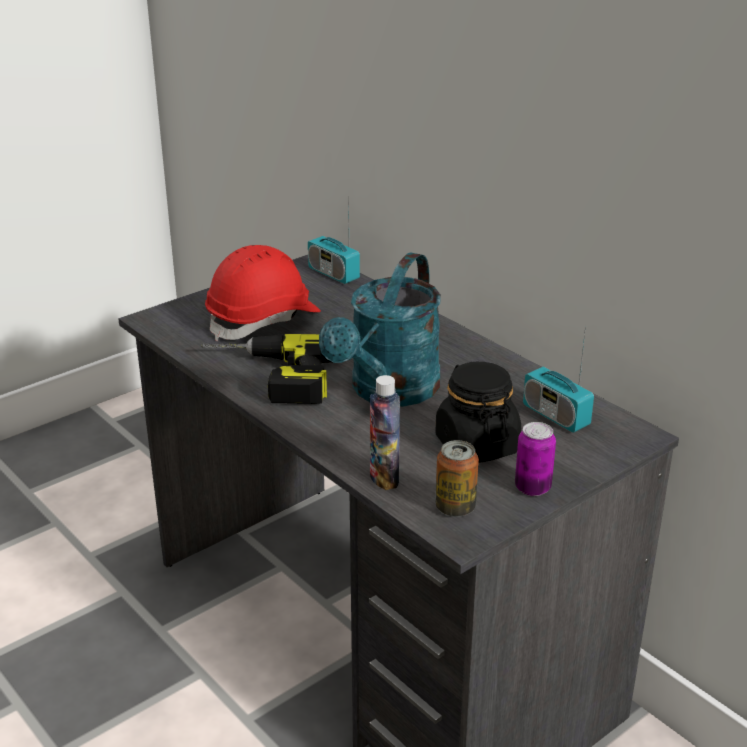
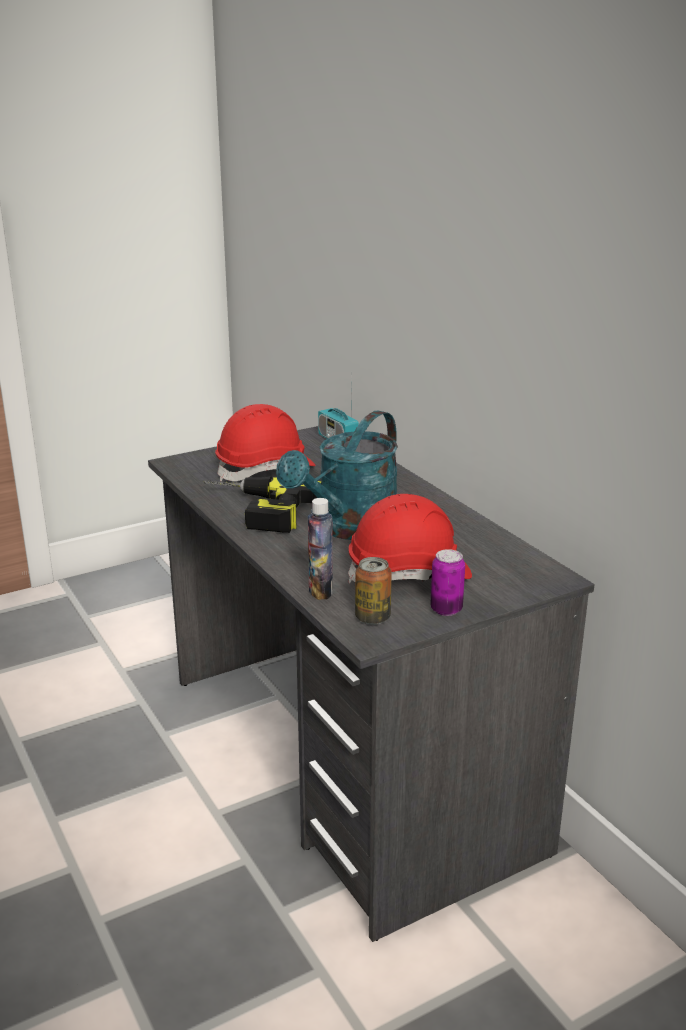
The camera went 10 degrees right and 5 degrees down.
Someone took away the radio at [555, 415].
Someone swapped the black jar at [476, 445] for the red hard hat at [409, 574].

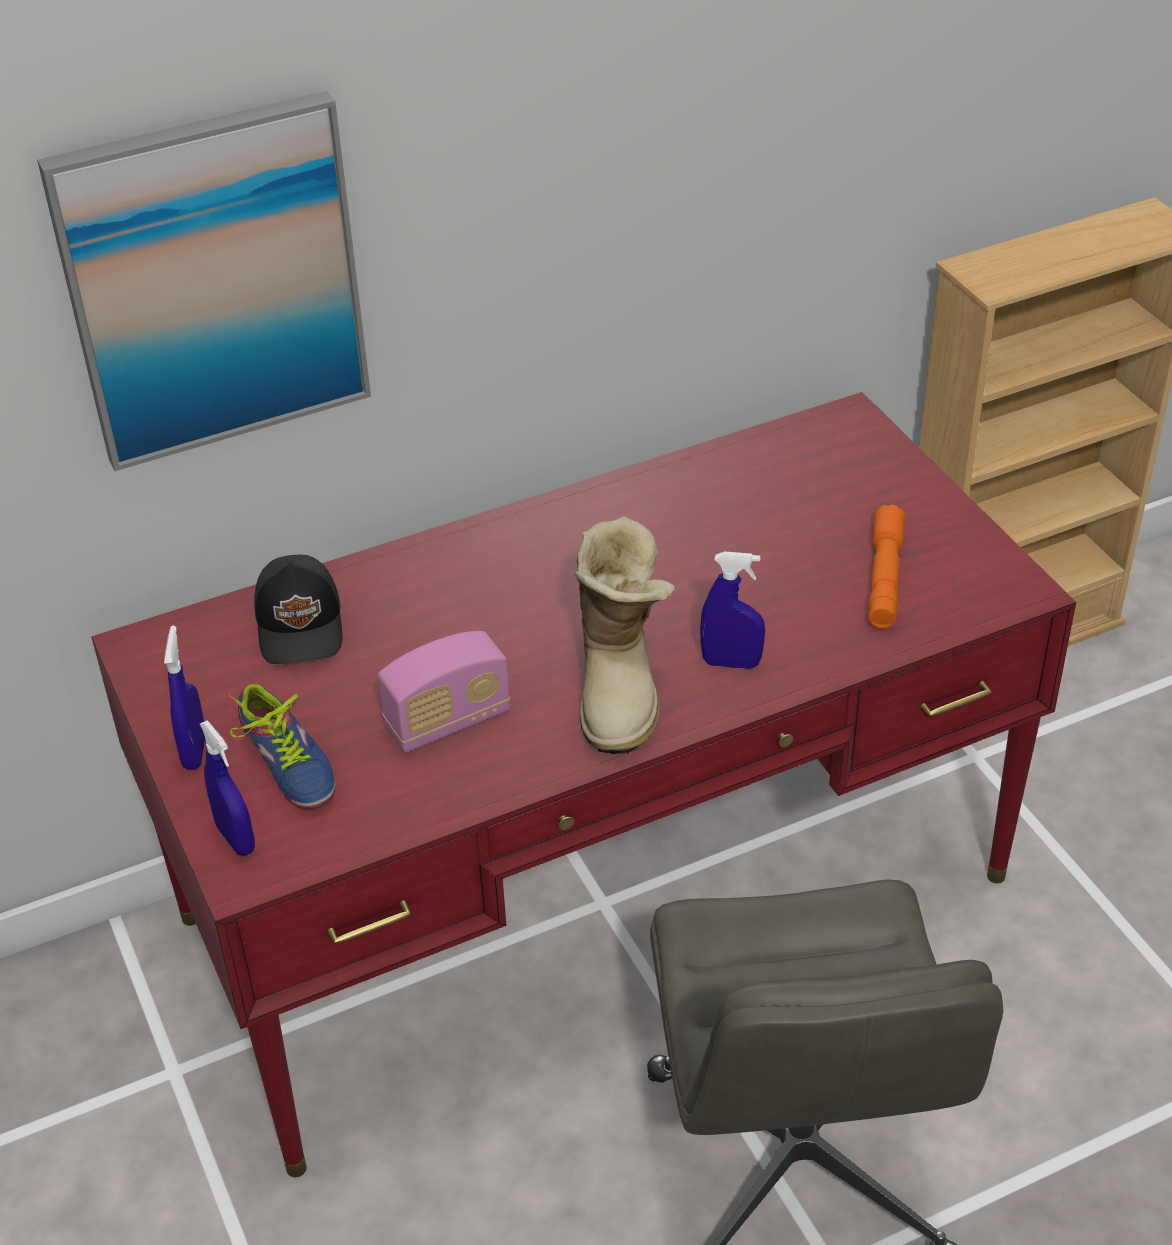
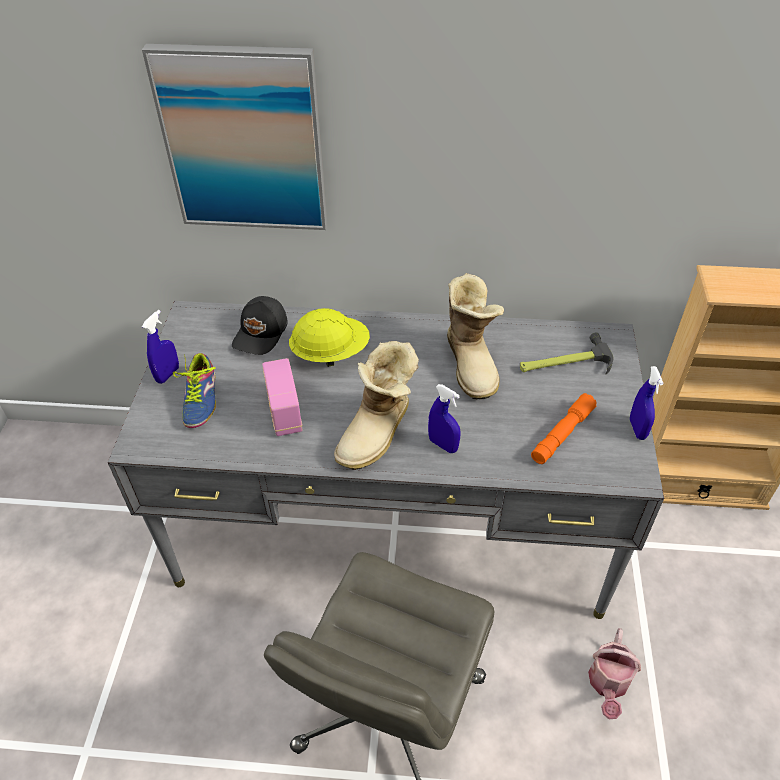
The camera went 30 degrees right and 5 degrees up.
Someone put down the yellow hard hat at [330, 353].
Someone put down the boot at [472, 363].
Someone put down the hammer at [564, 363].
Someone put down the watering can at [608, 684].
Someone carried the blue spray bottle from [236, 838] to [637, 429].
Someone repainted the red desk at [594, 897], which became the grey desk at [392, 522].
Someone rotated the radio at [448, 721] by 75 degrees clockwise.

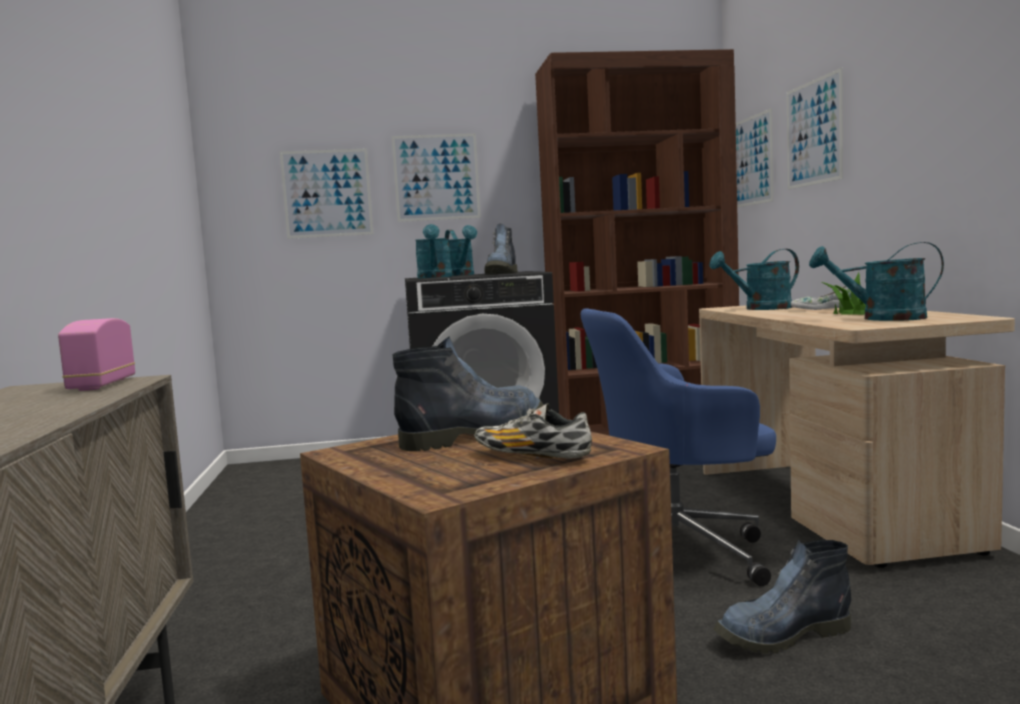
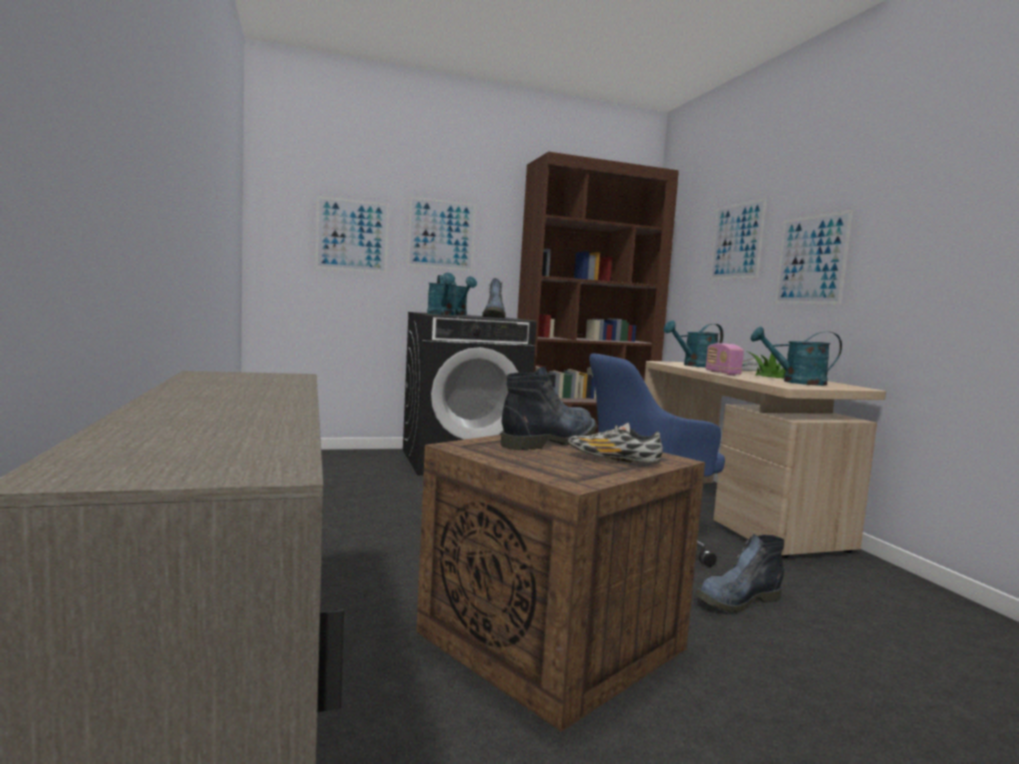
The camera went 10 degrees left and 0 degrees up.
Someone carried the radio from [102, 384] to [722, 373].
Someone carried the picture from [752, 161] to [811, 260].

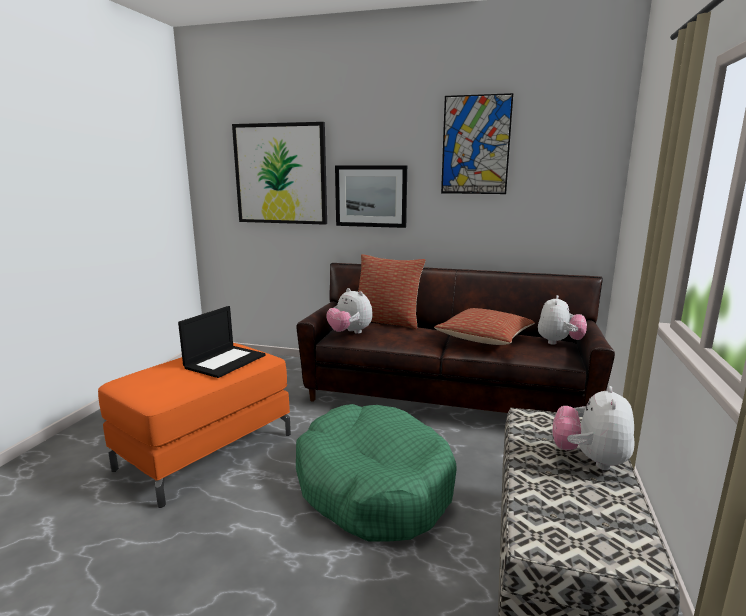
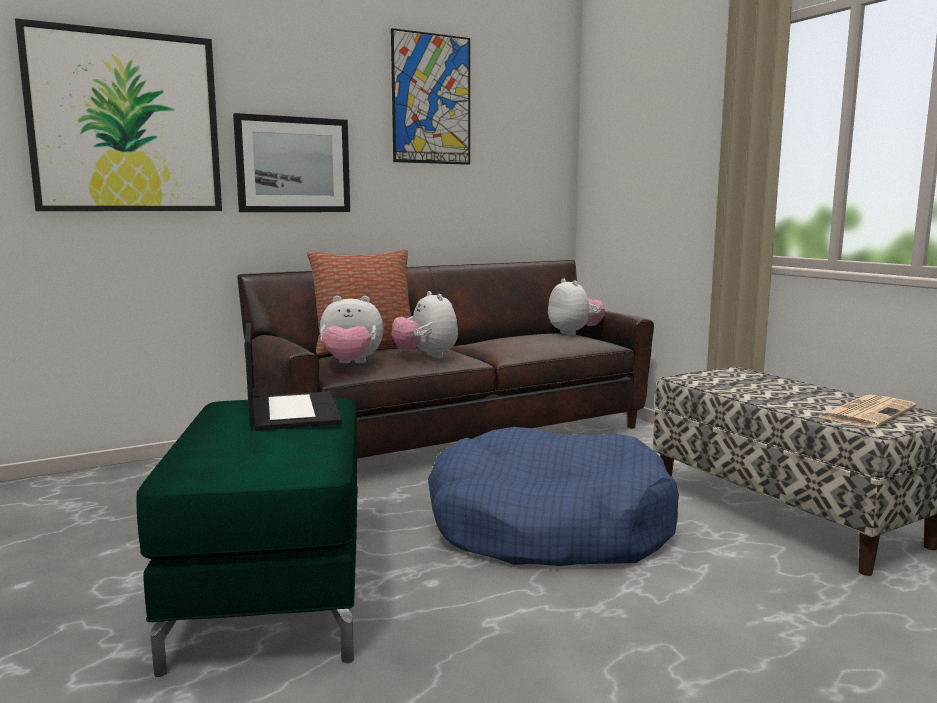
The camera went 45 degrees left and 5 degrees down.
Someone took away the pillow at [484, 338].
Someone put down the newspaper at [867, 412].
Someone carried the plush toy from [590, 460] to [426, 356].
Someone repainted the orange ottoman at [207, 450], which became the green ottoman at [273, 586].
Someone repainted the green dog bed at [373, 486], which became the blue dog bed at [549, 526].

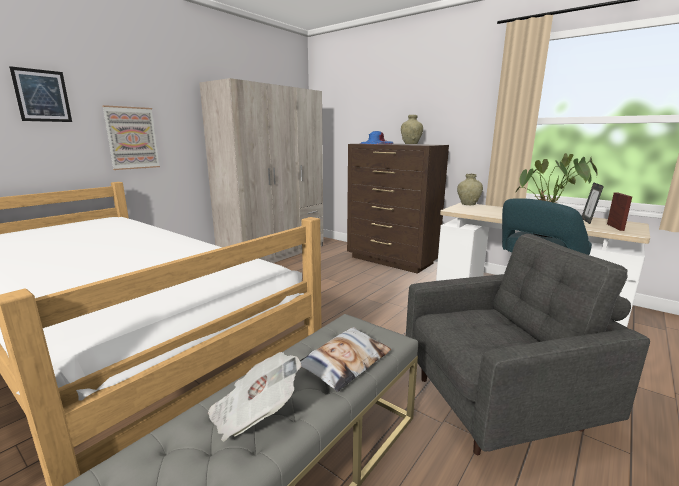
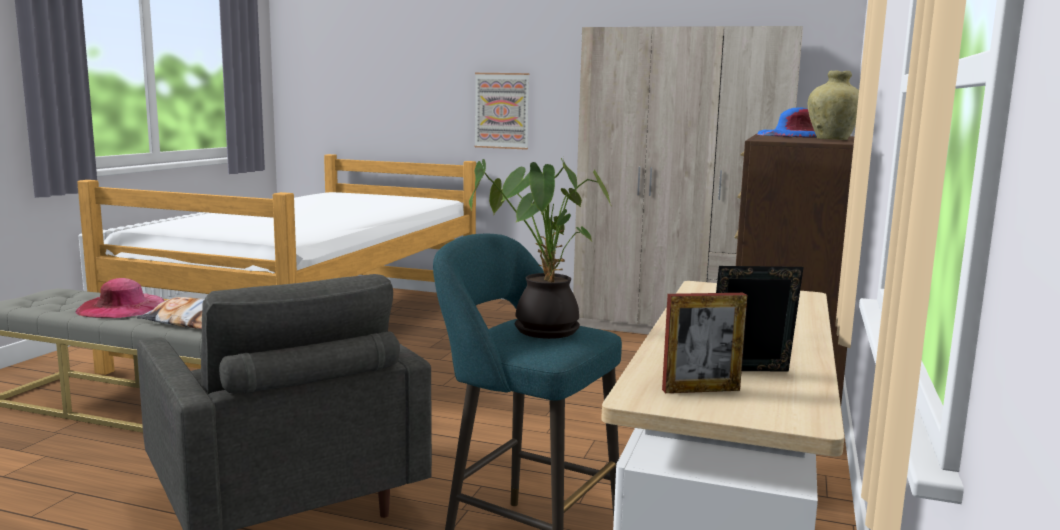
The camera went 70 degrees right and 5 degrees down.
Someone took away the picture at [42, 96].
Someone took away the beige vase at [468, 204].
Someone swapped the newspaper at [254, 413] for the pink hat at [122, 307].

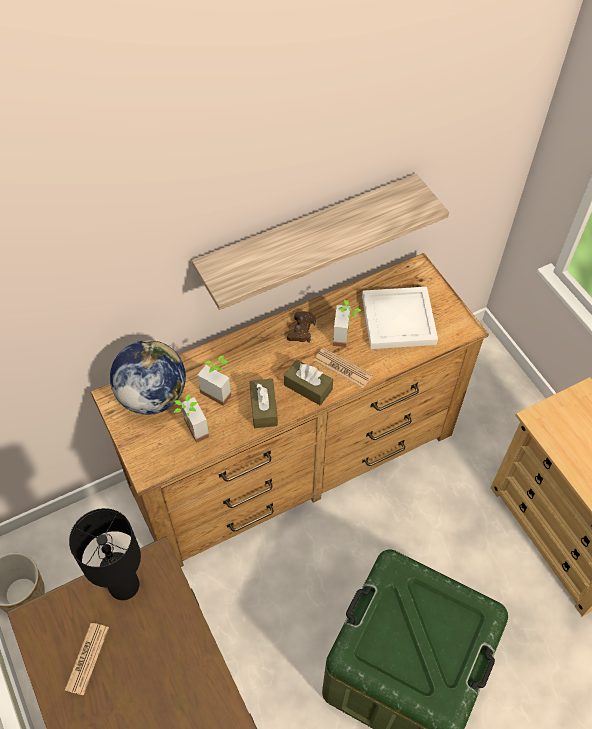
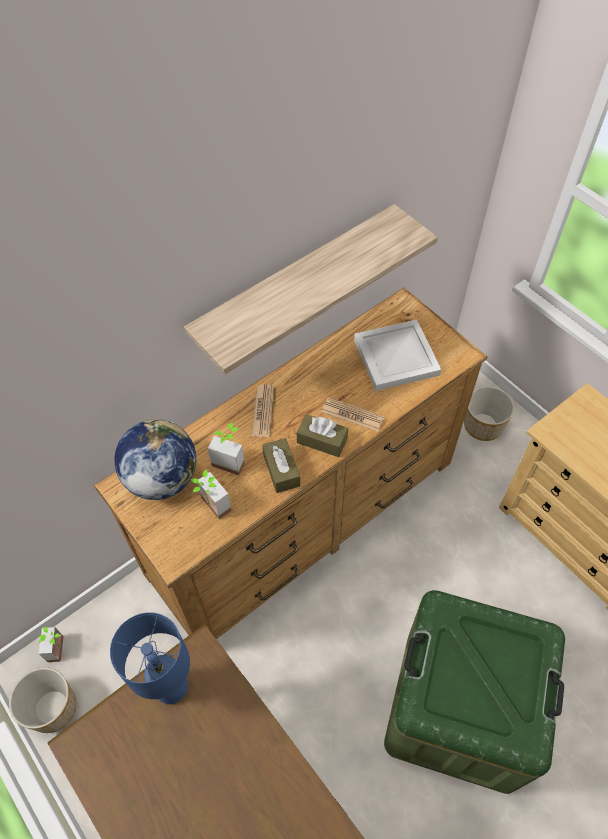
The camera went 10 degrees left and 0 degrees up.
Someone took away the brown game controller at [301, 330].
Someone put down the planter at [483, 425].
Someone carried the newspaper from [87, 658] to [263, 411].
Someone carried the potted plant from [346, 336] to [61, 648].
Someone repainted the black table lamp at [124, 586], which became the blue table lamp at [172, 688].

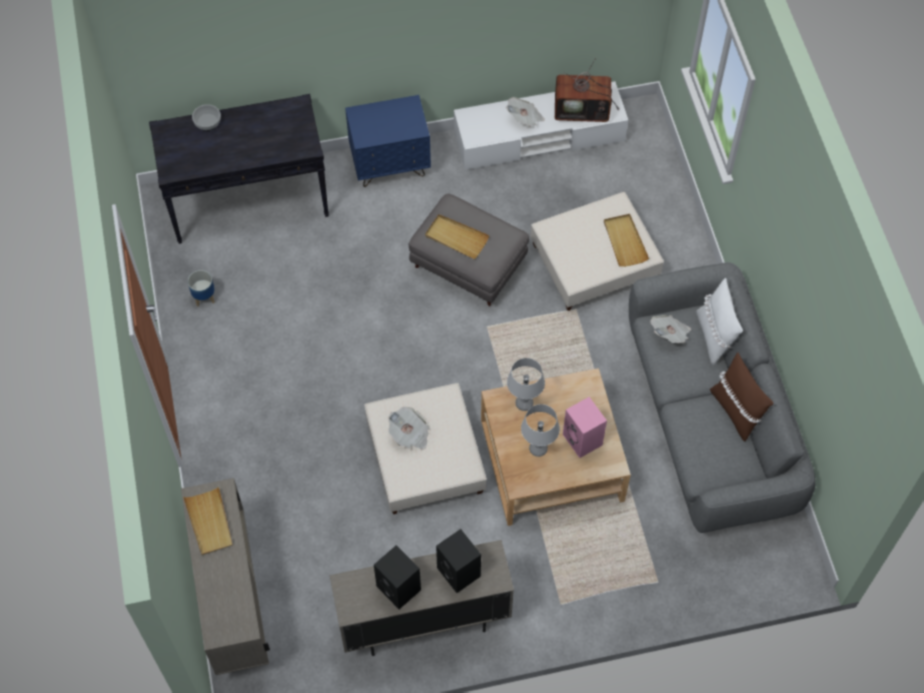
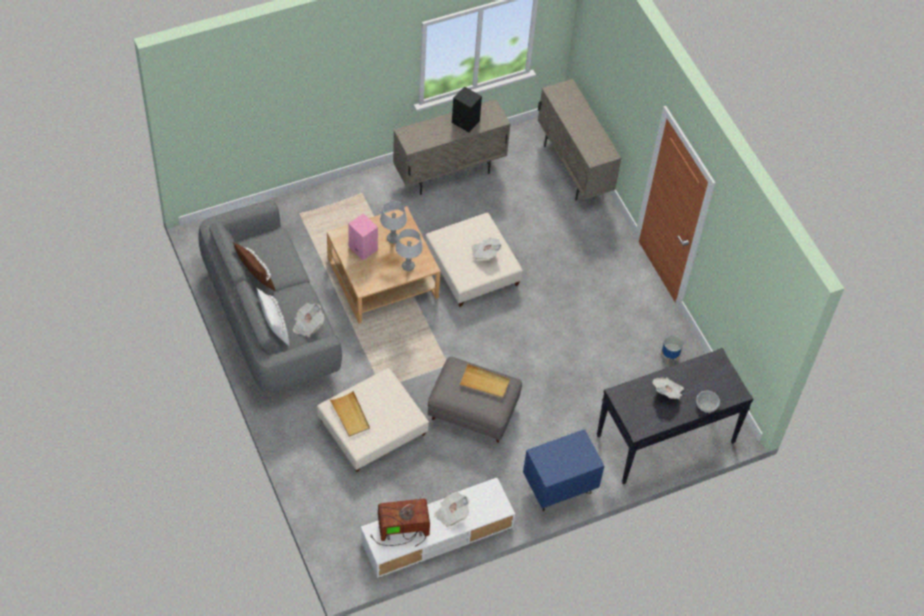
The camera went 165 degrees right and 5 degrees down.
Someone took away the beige tray at [209, 522].
Someone took away the black speaker at [460, 572].
Someone put down the newspaper at [667, 392].

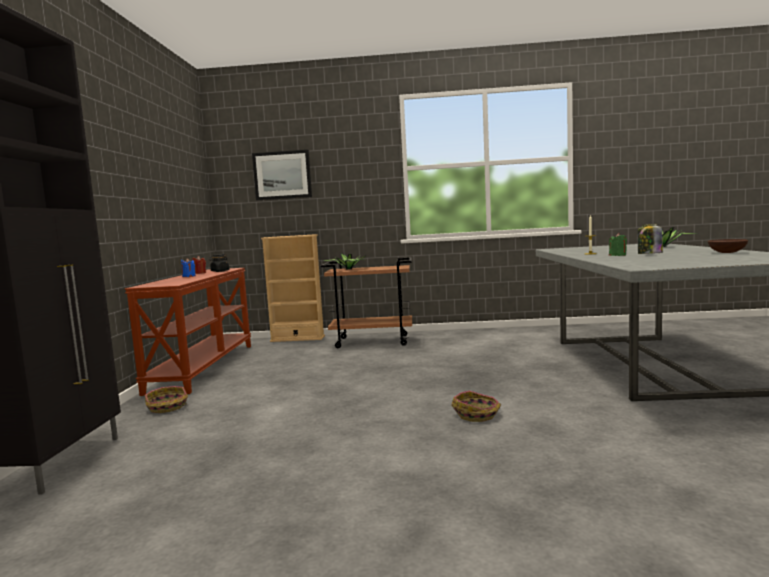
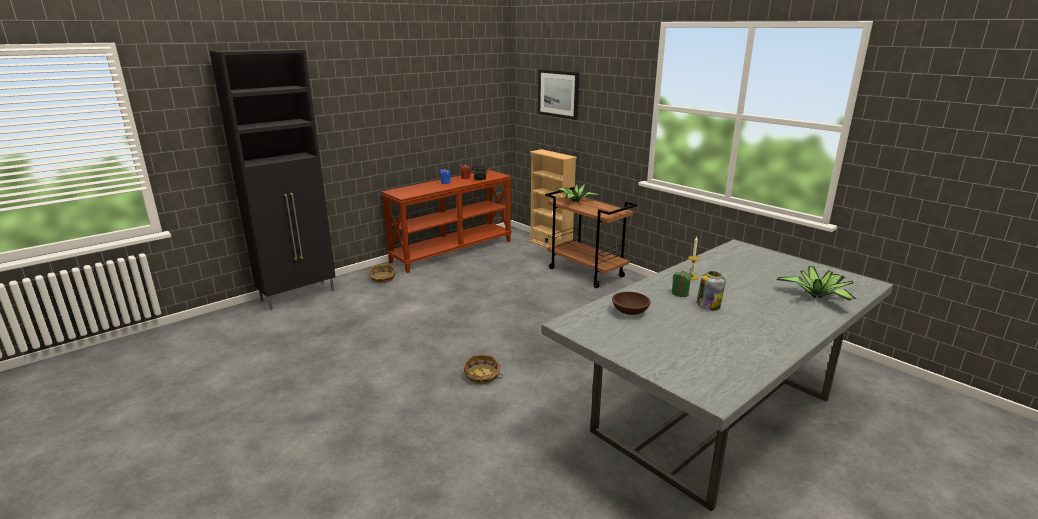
The camera went 45 degrees right and 15 degrees up.
Someone carried the brown bowl from [727, 252] to [630, 312].

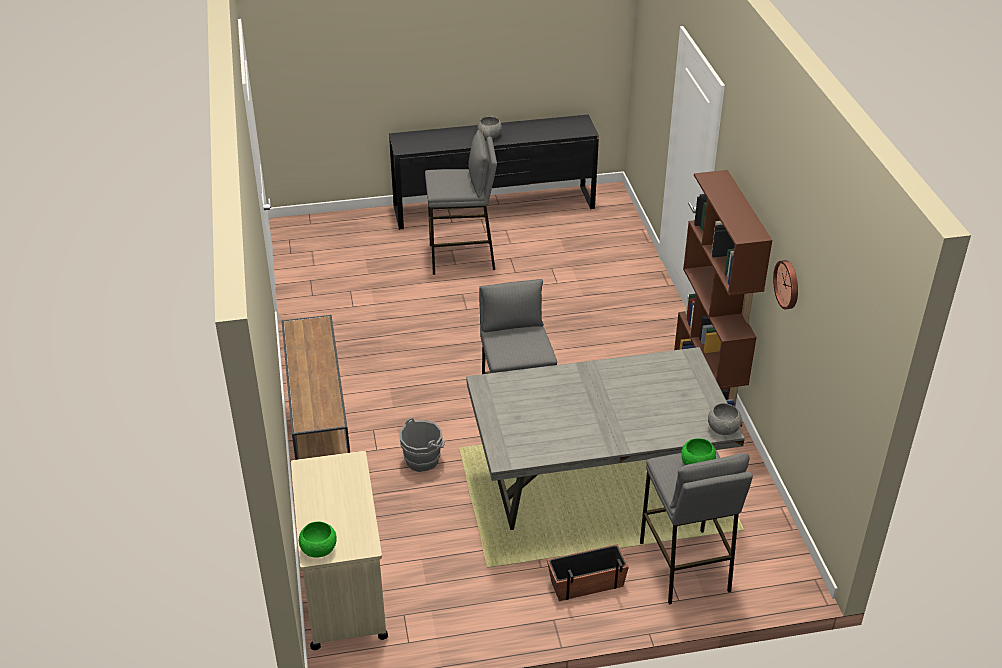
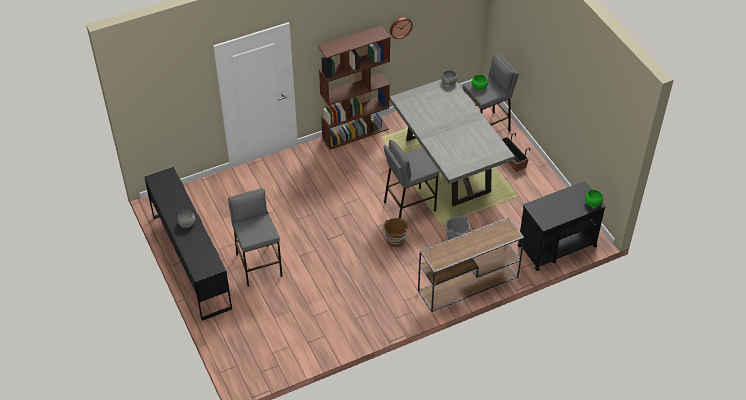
The camera went 105 degrees left and 10 degrees up.
Someone put down the brown bucket at [395, 240].
Someone repainted the beige cart at [343, 589], which became the black cart at [556, 246].

